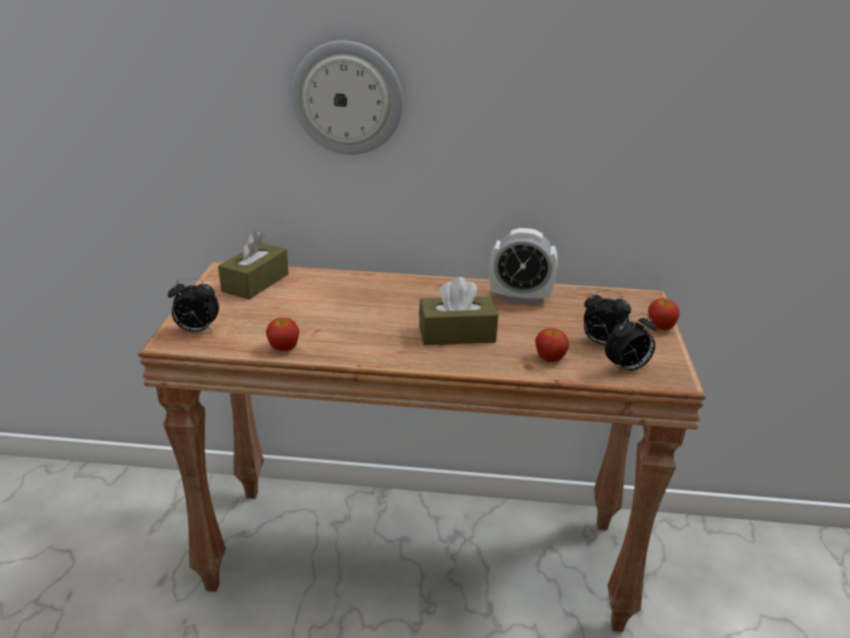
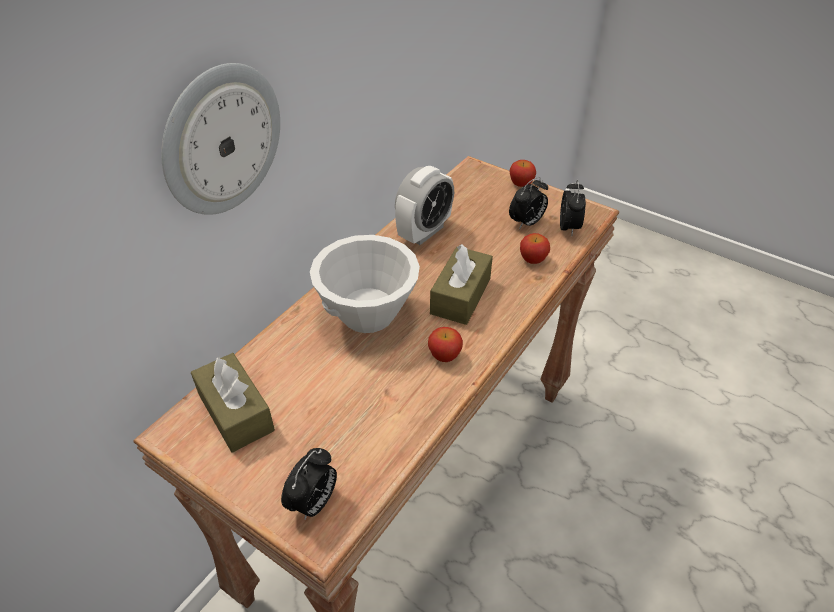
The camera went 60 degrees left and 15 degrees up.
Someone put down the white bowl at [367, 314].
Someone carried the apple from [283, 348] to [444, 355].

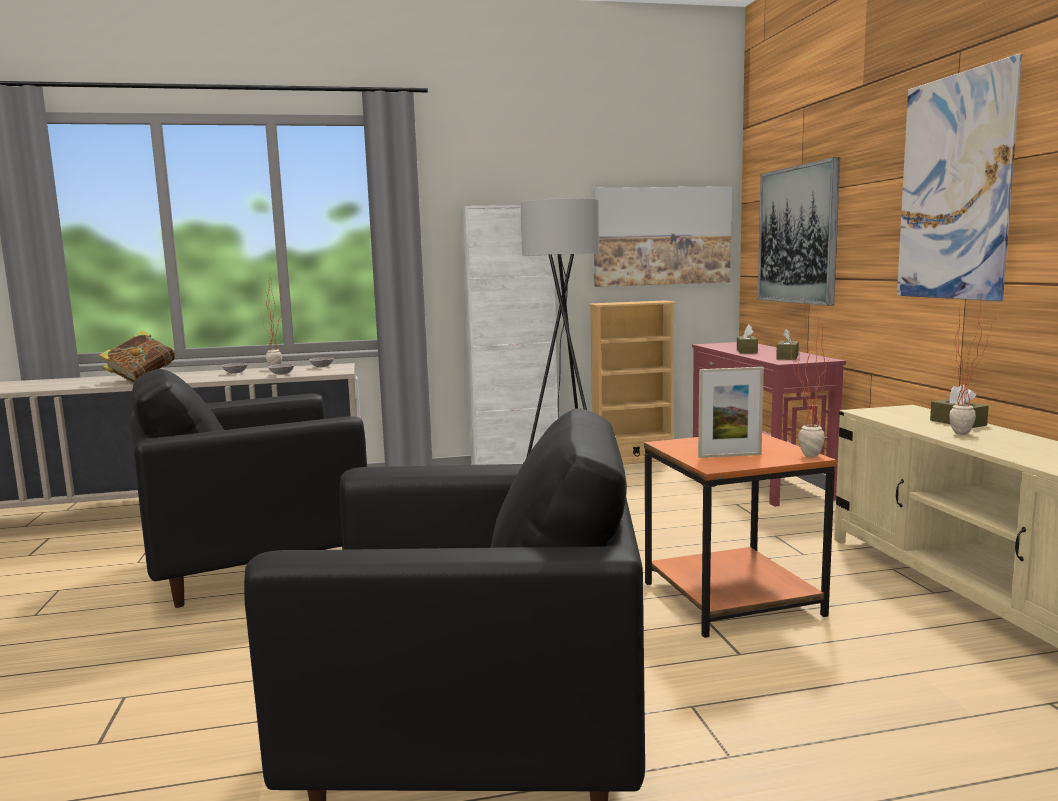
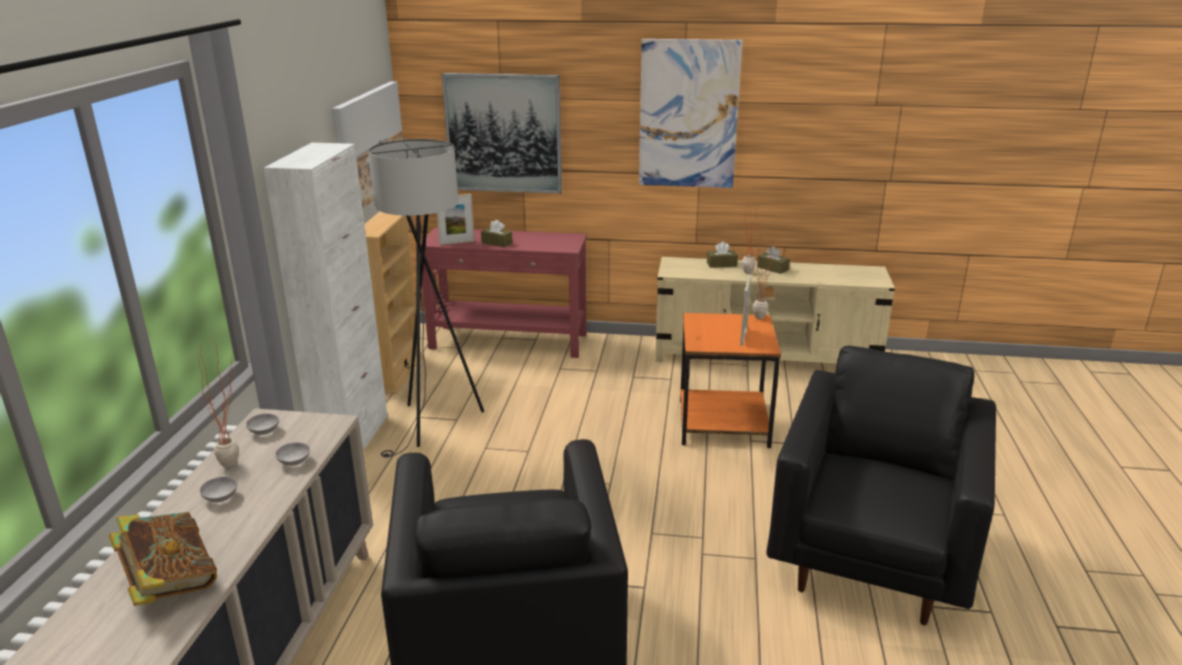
The camera went 70 degrees left and 15 degrees up.
Someone put down the picture frame at [457, 243].
Someone carried the brown tissue box from [787, 357] to [772, 268].

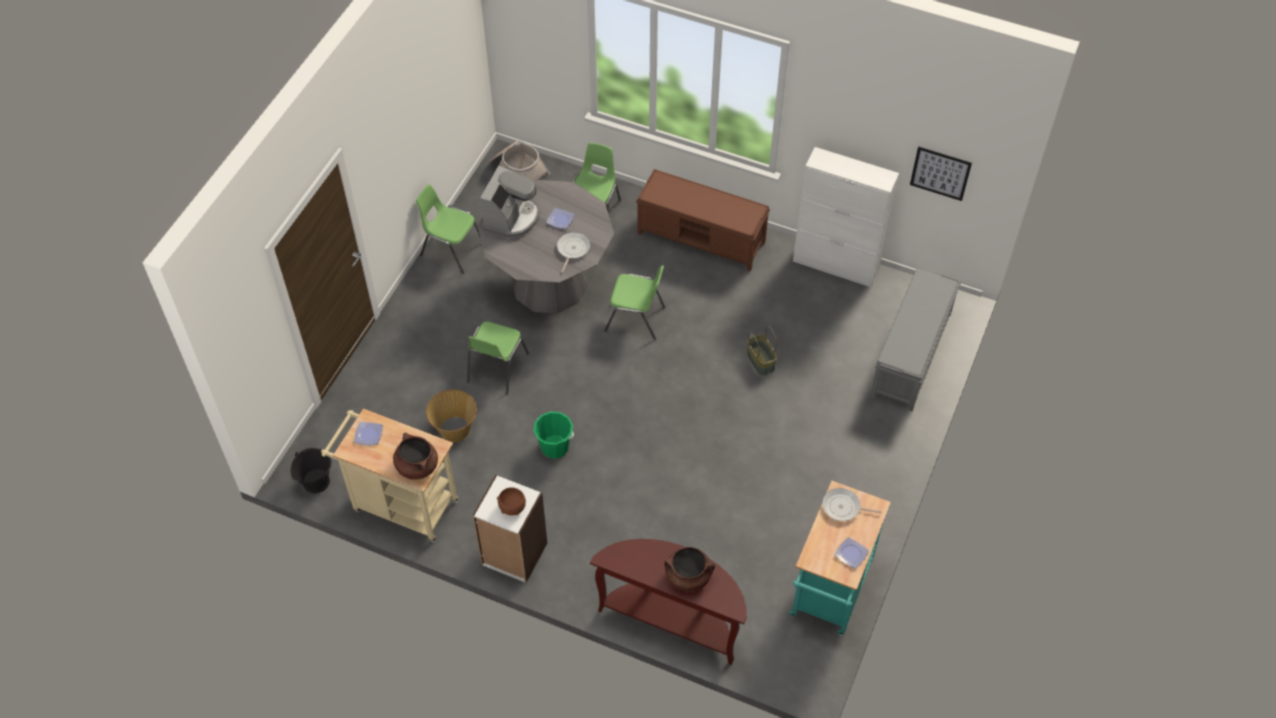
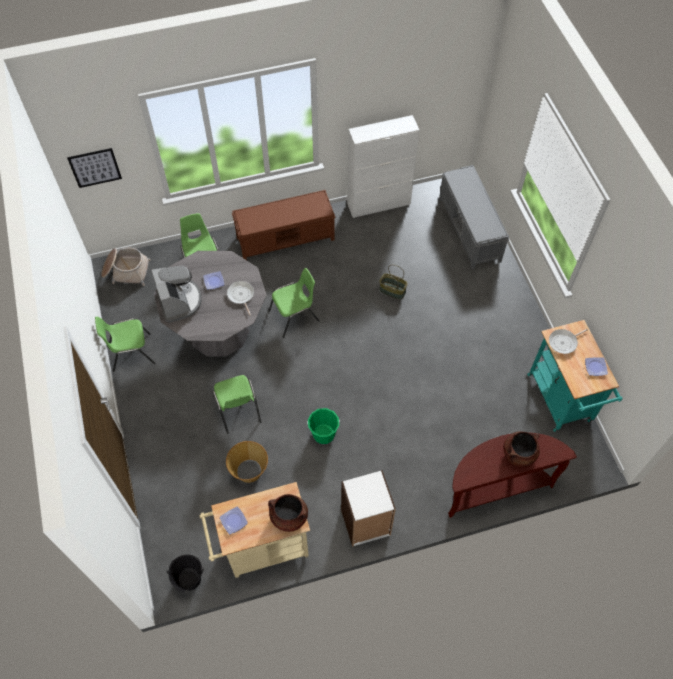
The camera went 40 degrees left and 5 degrees up.
Someone took away the brown bowl at [513, 507].
Someone carried the picture from [940, 173] to [95, 167].

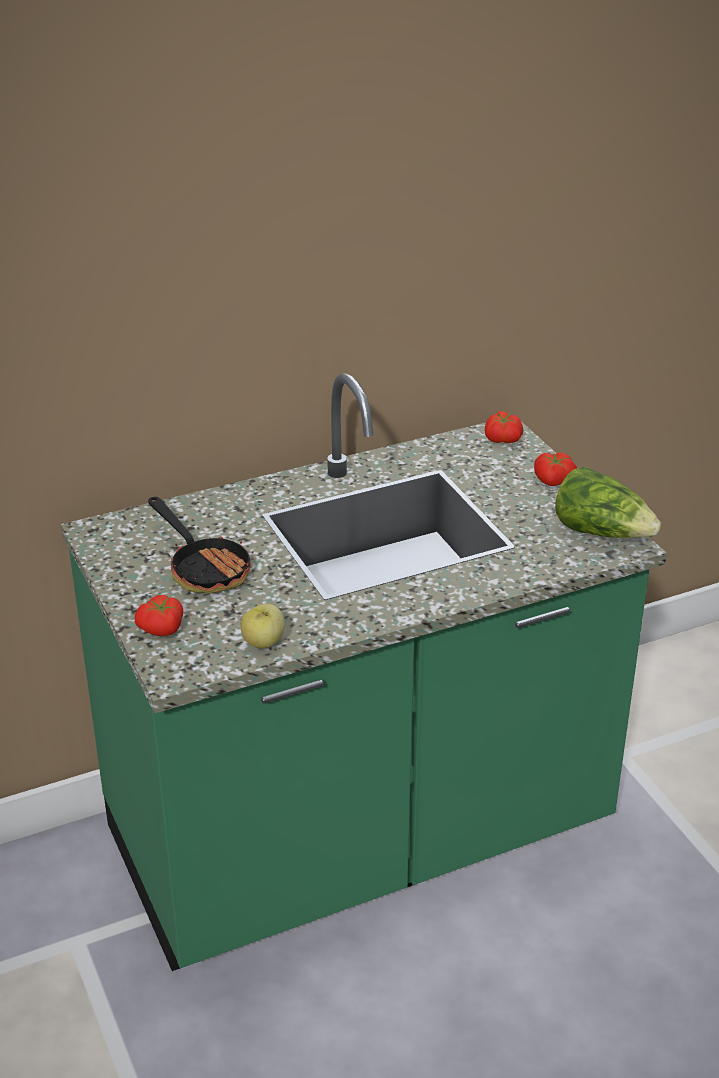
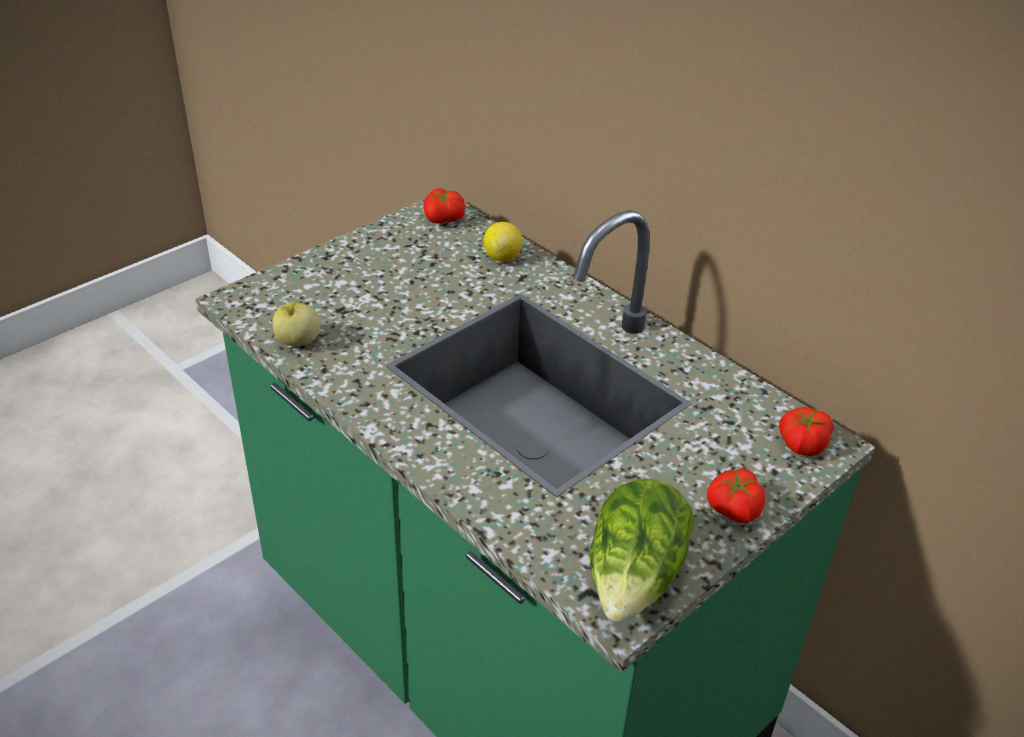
The camera went 70 degrees right and 5 degrees up.
Someone took away the frying pan at [204, 568].
Someone put down the lemon at [502, 257].
Someone carried the tomato from [162, 629] to [442, 219].

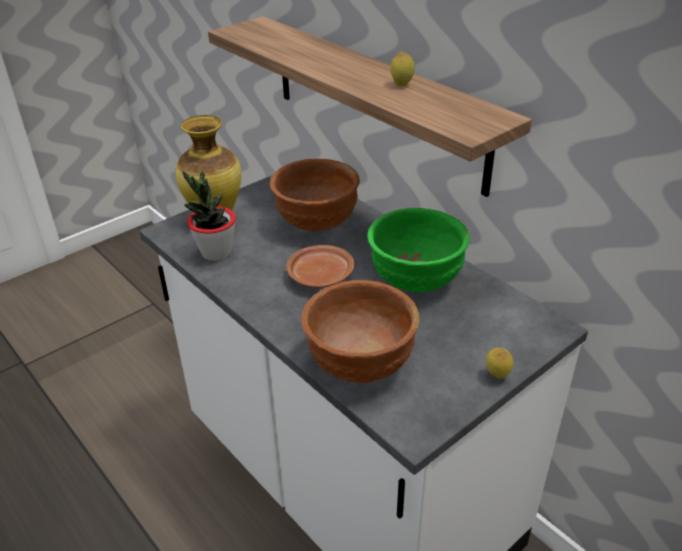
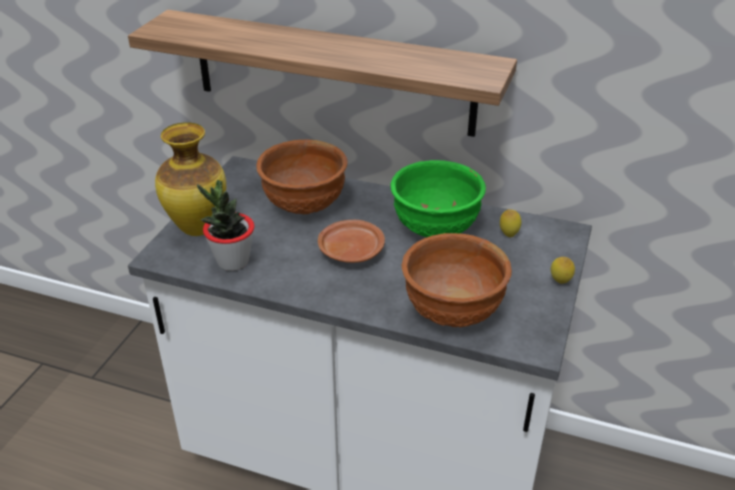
The camera went 30 degrees left and 0 degrees up.
Someone carried the lemon from [402, 84] to [508, 234].

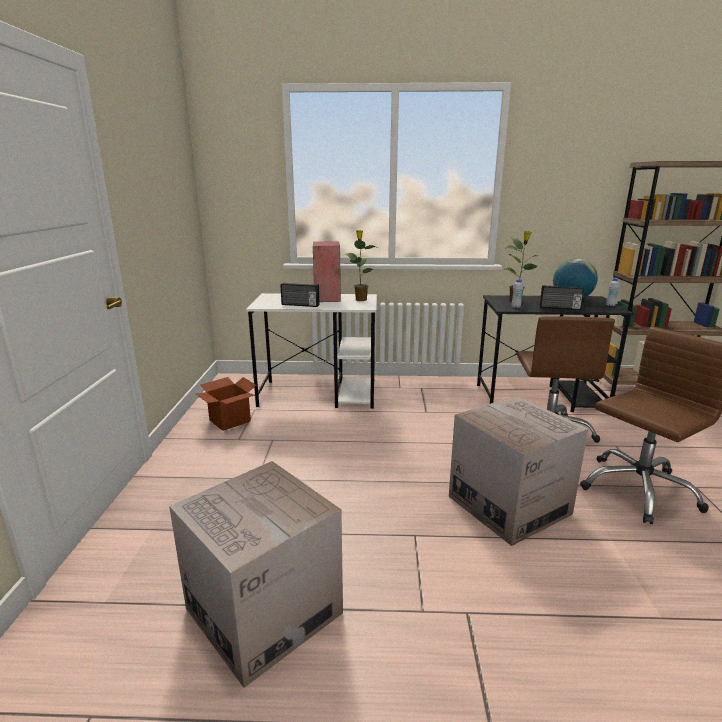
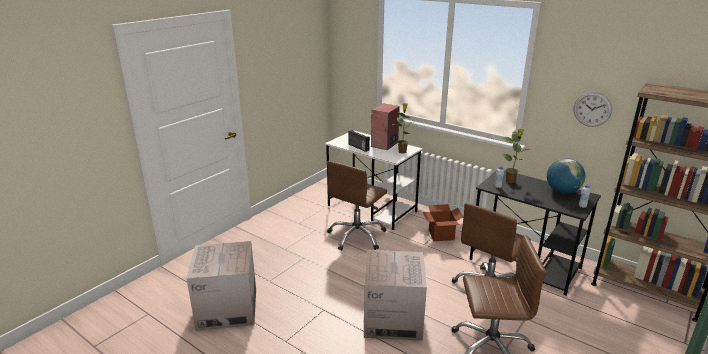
The camera went 35 degrees right and 5 degrees up.
Someone took away the radio at [559, 308].
Someone put down the brown office chair at [357, 236].
Someone put up the wall clock at [592, 109].
Someone carried the cardboard box from [230, 420] to [441, 235].

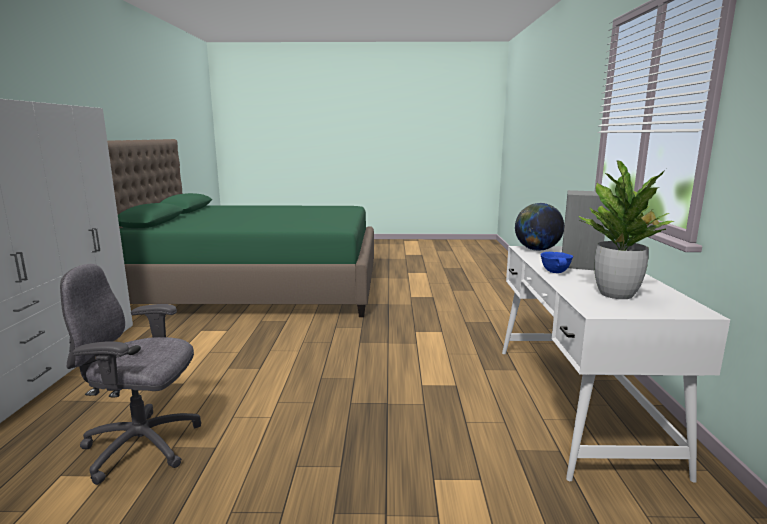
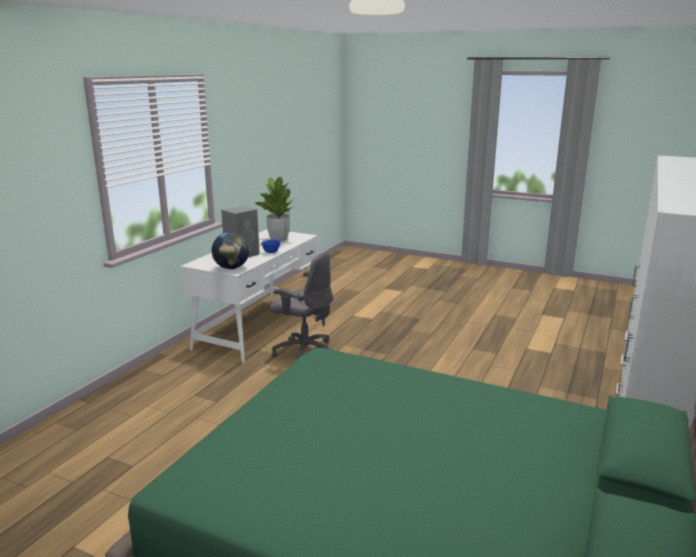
The camera went 155 degrees left and 5 degrees up.
Someone carried the grey office chair from [144, 447] to [304, 352].

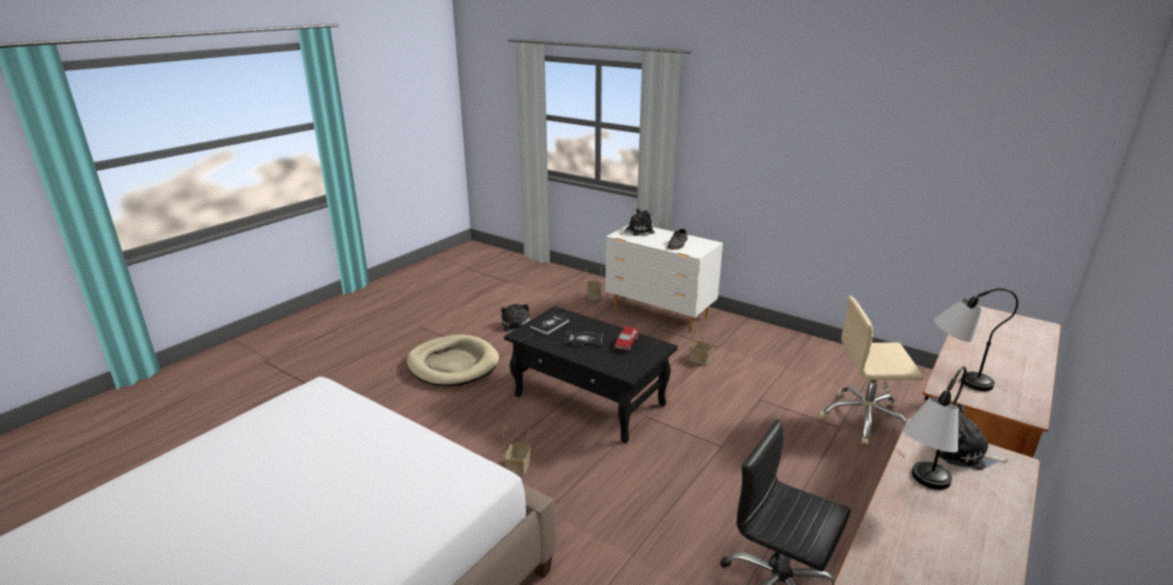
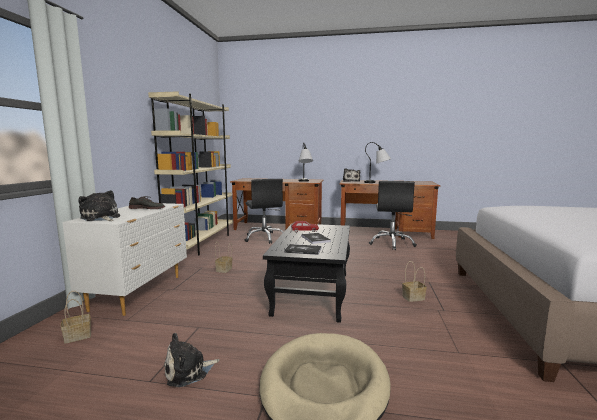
The camera went 115 degrees left and 15 degrees down.
Someone put down the beige bookcase at [202, 243].
Someone repainted the beige office chair at [865, 419], which became the black office chair at [264, 238].

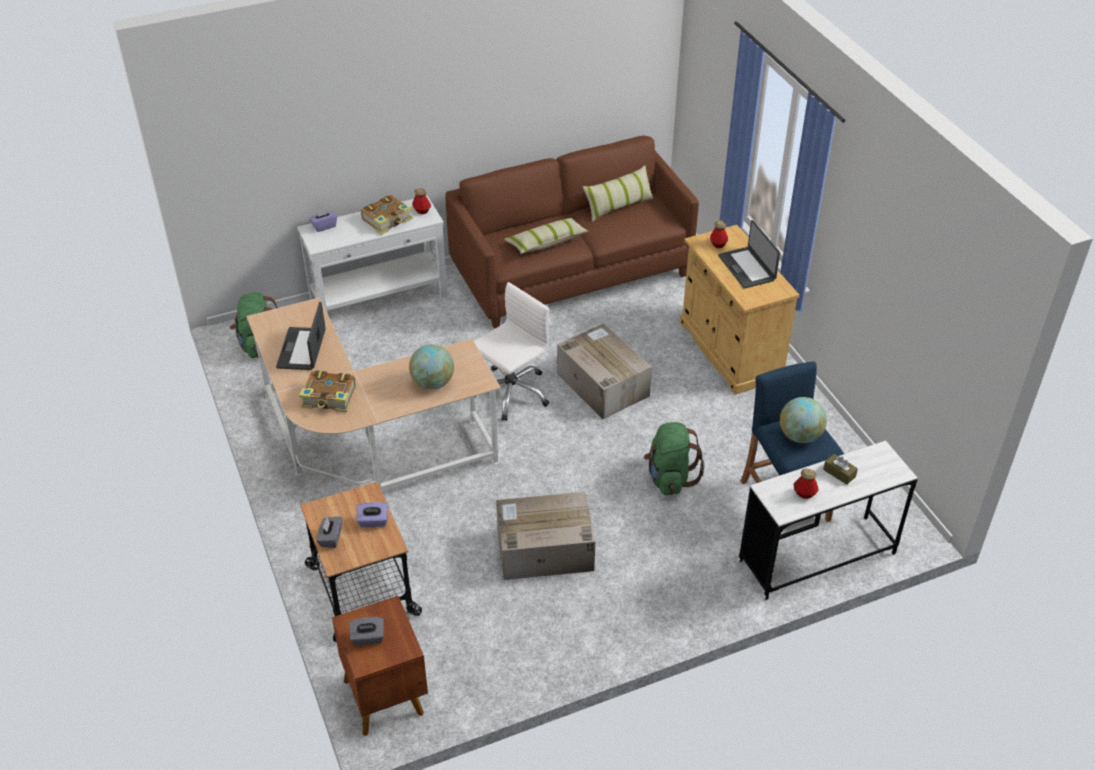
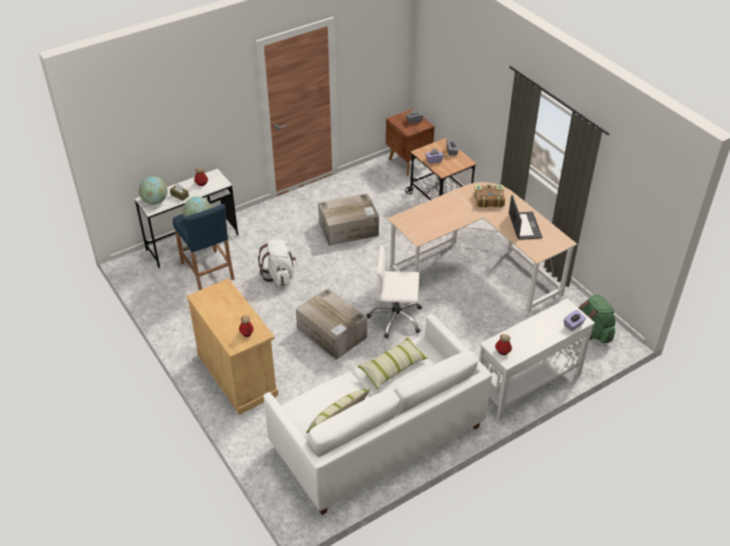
The camera went 170 degrees right and 0 degrees up.
Someone took away the book at [388, 220].
Someone took away the laptop at [747, 268].
Someone carried the globe from [432, 383] to [155, 201].
Someone repainted the brown sofa at [570, 271], which became the white sofa at [378, 437].
Someone repainted the green backpack at [669, 478], which became the white backpack at [279, 275].
Someone rotated the white office chair at [511, 392] by 60 degrees clockwise.

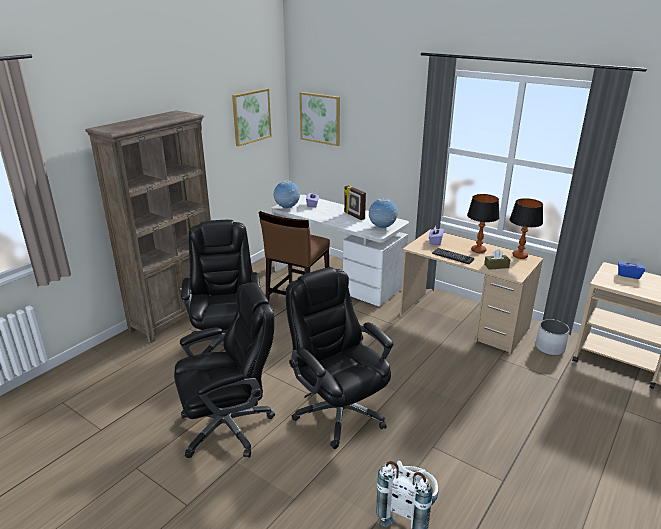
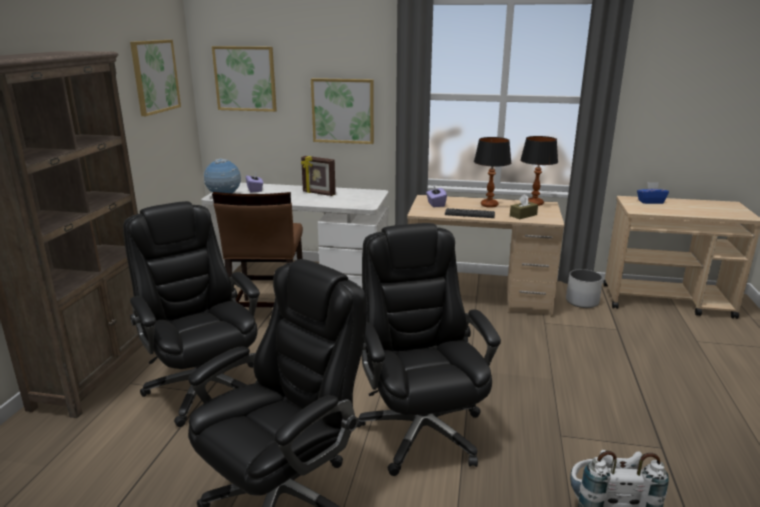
The camera went 25 degrees left and 5 degrees down.
Someone took away the globe at [382, 228].
Someone put up the picture at [343, 111].
Someone rotated the black office chair at [338, 411] by 45 degrees clockwise.

